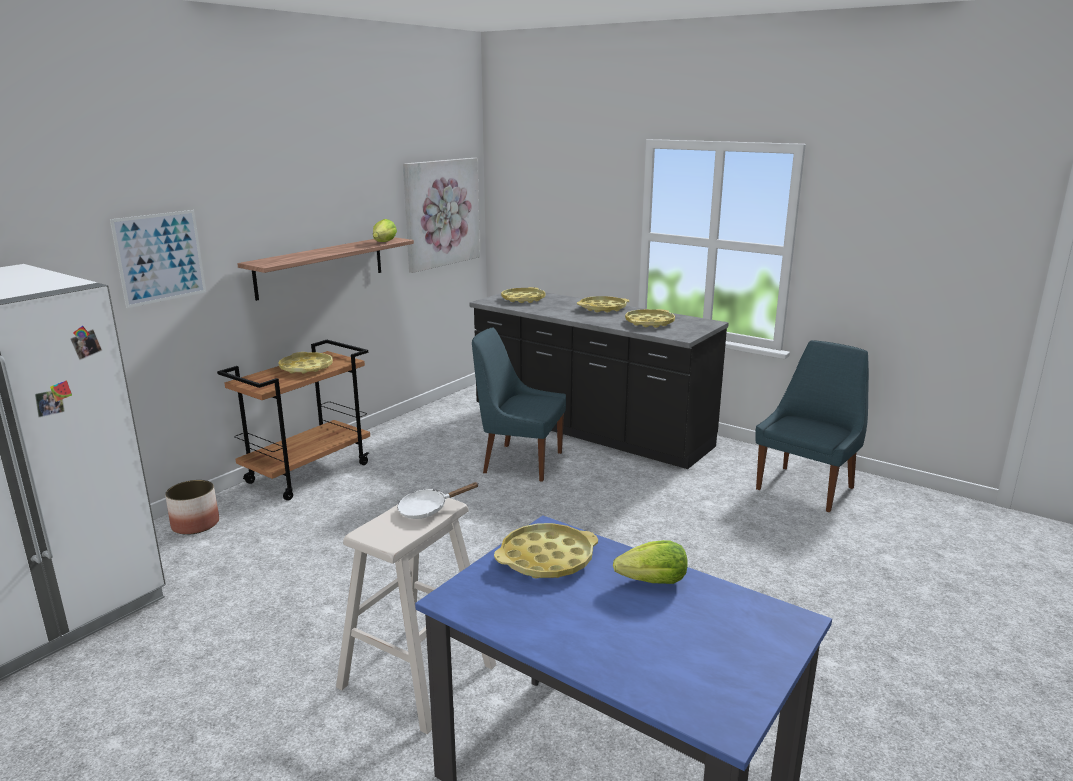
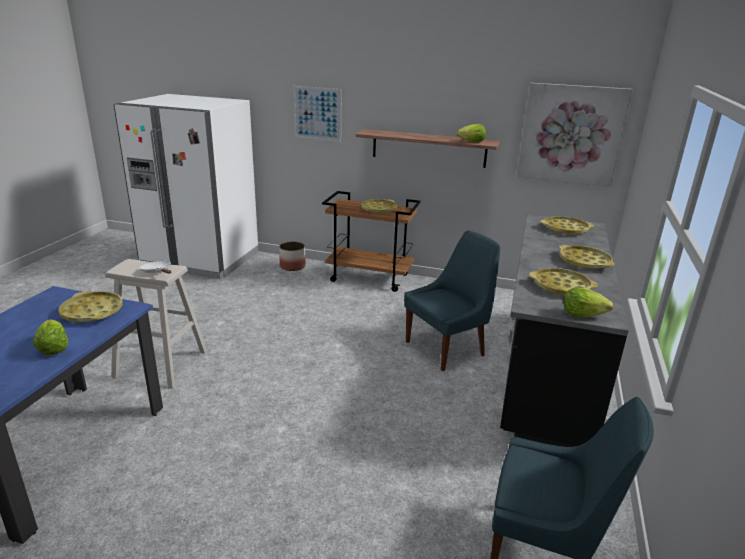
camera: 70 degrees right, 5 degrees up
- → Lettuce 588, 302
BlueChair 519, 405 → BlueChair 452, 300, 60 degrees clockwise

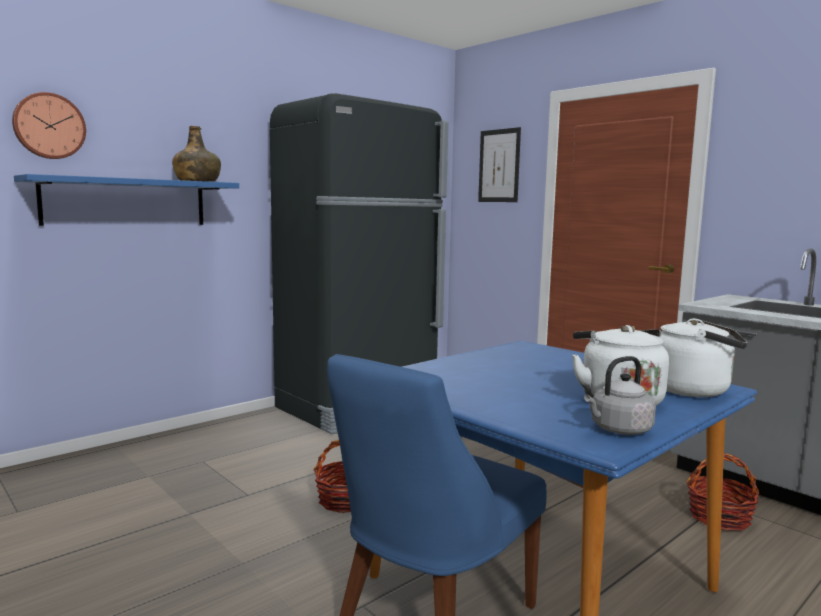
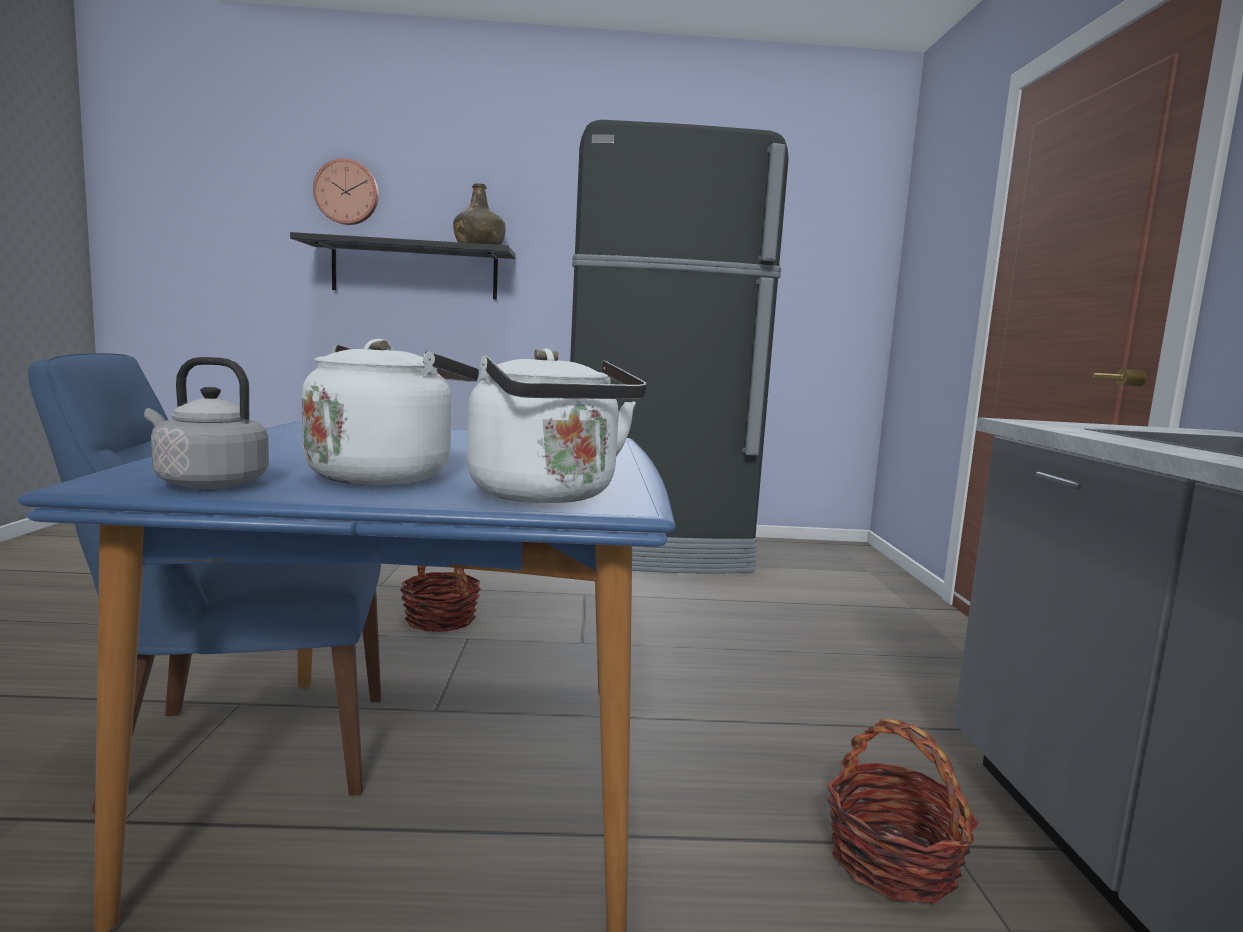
camera: 40 degrees right, 0 degrees up
Picture 499, 164 → -
BlueShelf 126, 200 → BlackShelf 403, 266

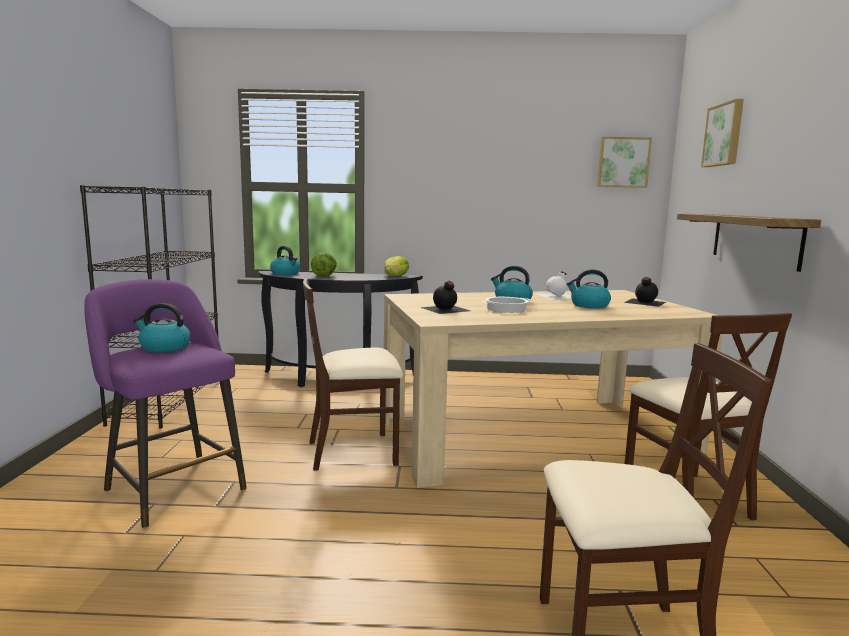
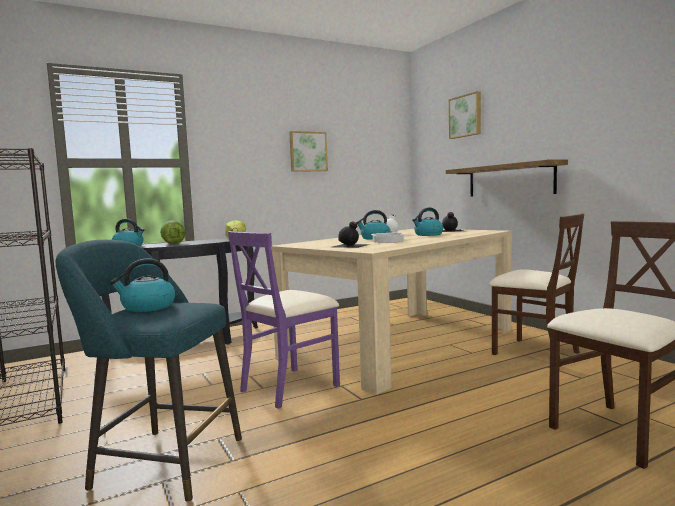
camera: 30 degrees left, 5 degrees down
Picture 624, 162 → Picture 308, 151, moved
PurpleStool 165, 404 → TurquoiseStool 149, 371
BeigeChair 353, 374 → PurpleChair 284, 320

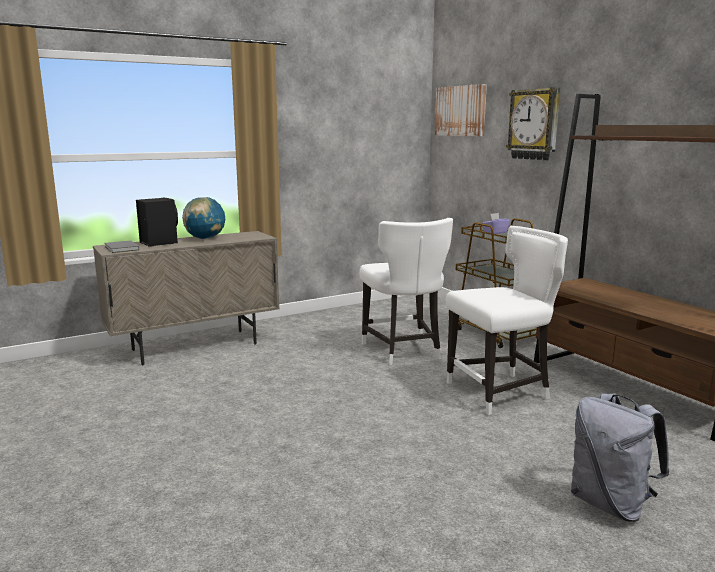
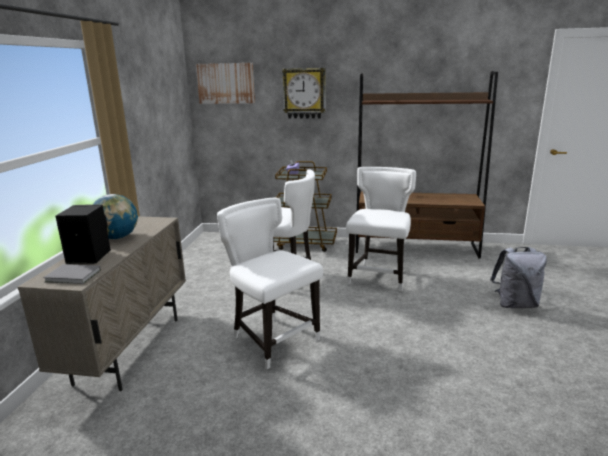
camera: 50 degrees left, 5 degrees up
- → WhiteChair 270, 283

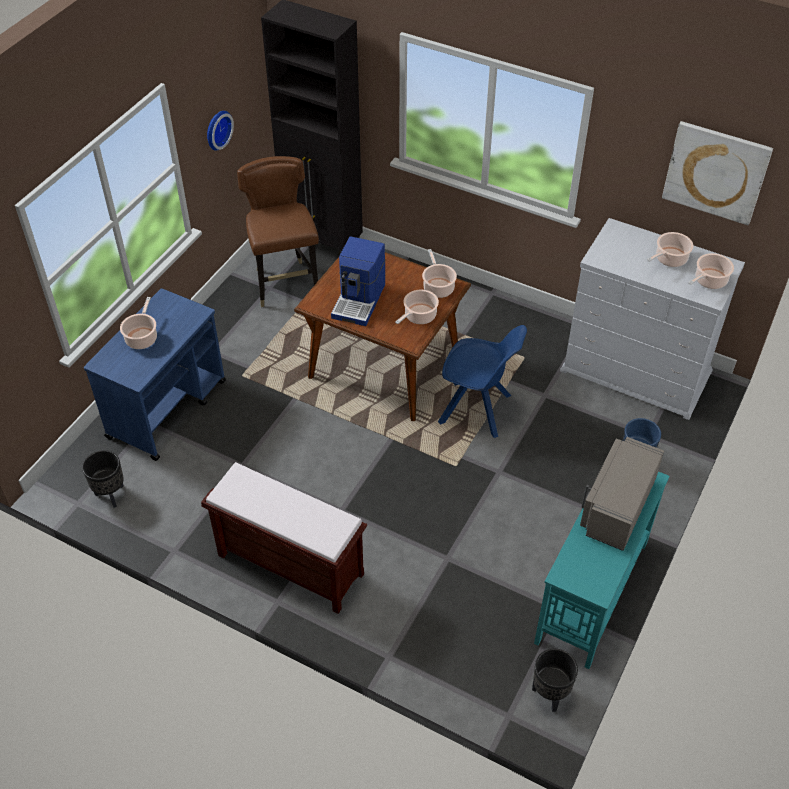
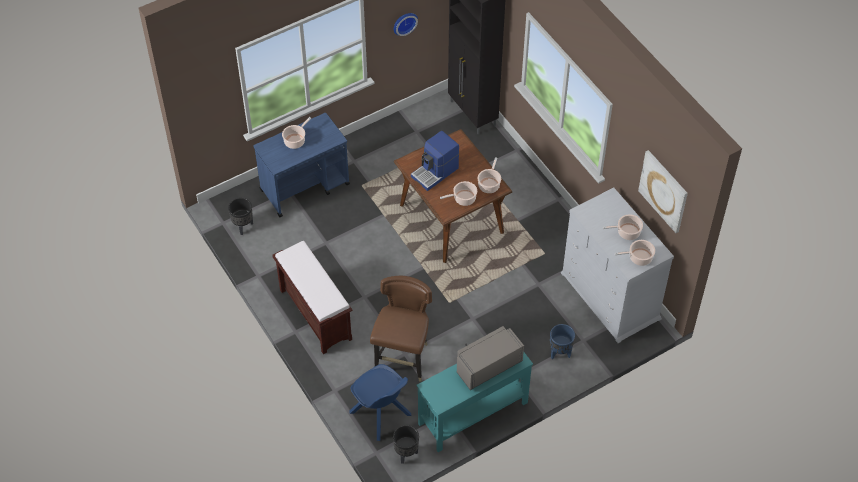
camera: 30 degrees right, 5 degrees up
BrownChair 278, 231 → BrownChair 401, 329, moved
BlueChair 482, 381 → BlueChair 380, 402, moved

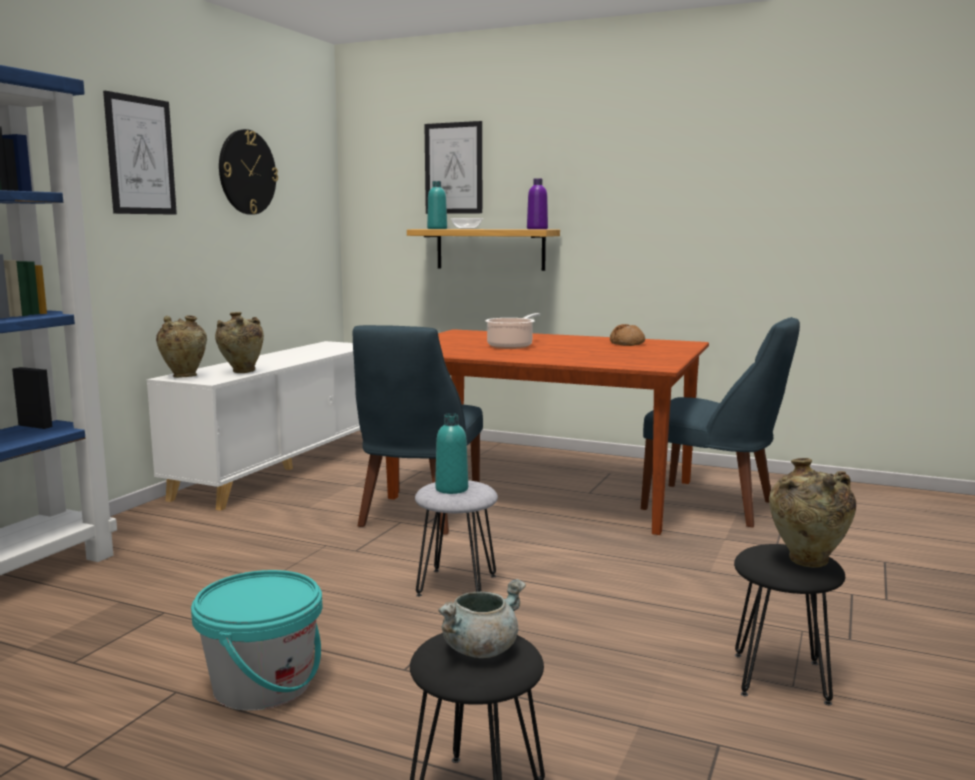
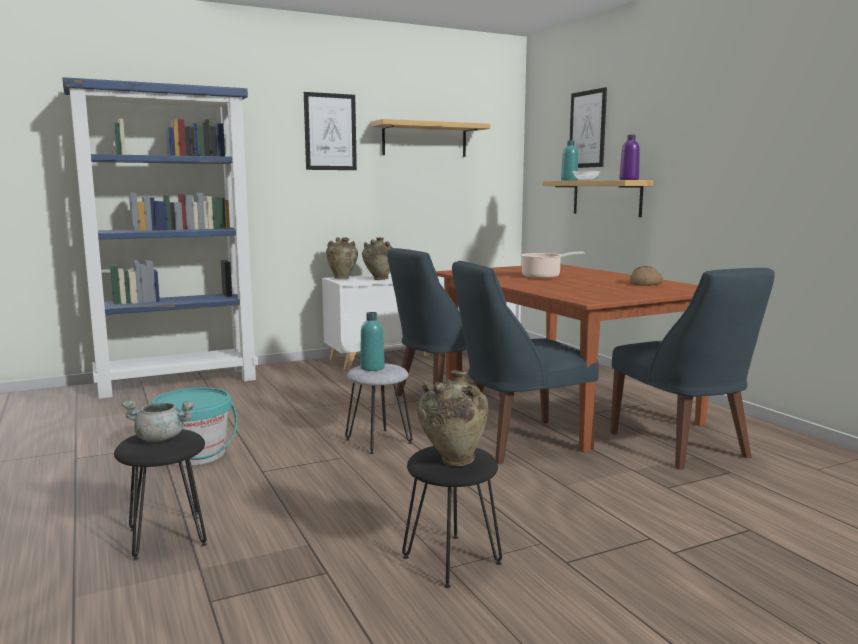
camera: 40 degrees right, 0 degrees up
- → BlueChair 525, 362
WallClock 248, 172 → Shelf 431, 138

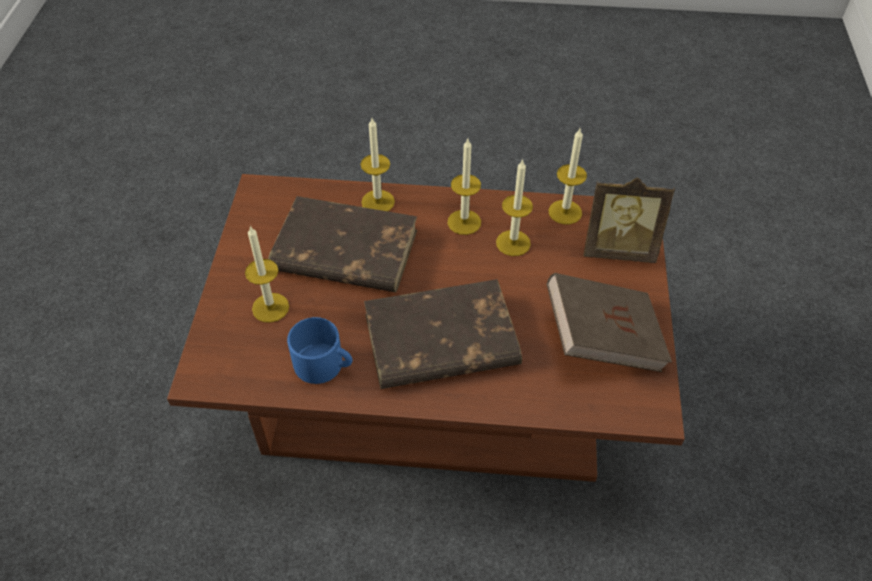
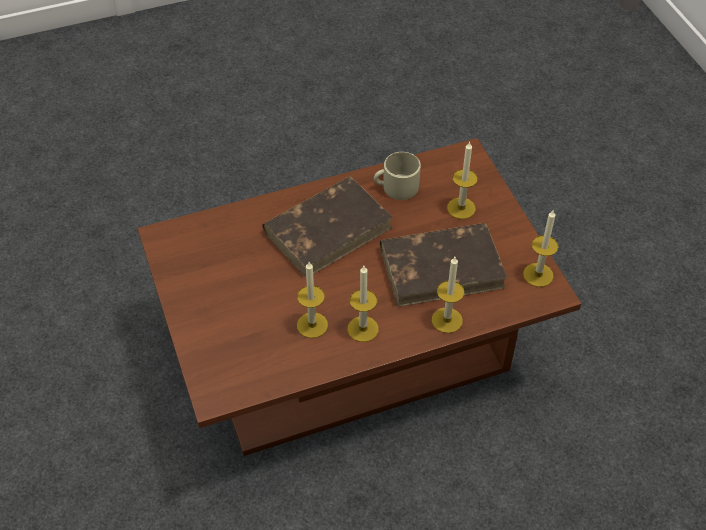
camera: 155 degrees right, 0 degrees up
BrownBook 609, 322 → -
PictureFrame 629, 220 → -
Candle 568, 176 → Candle 540, 248, moved
BlueMug 320, 350 → BeigeMug 397, 176

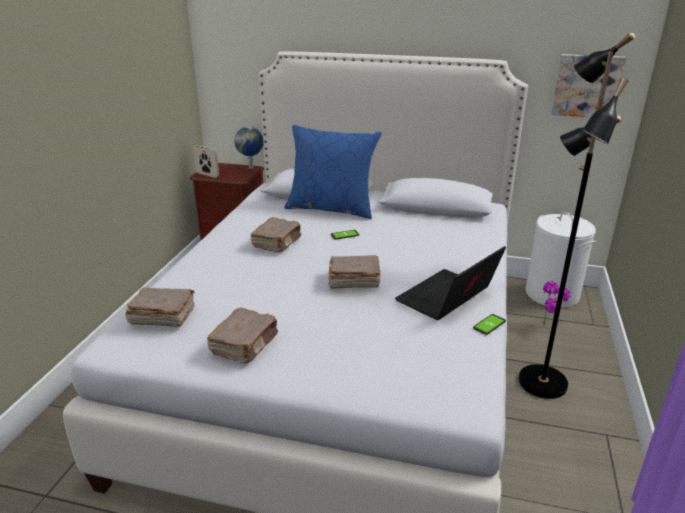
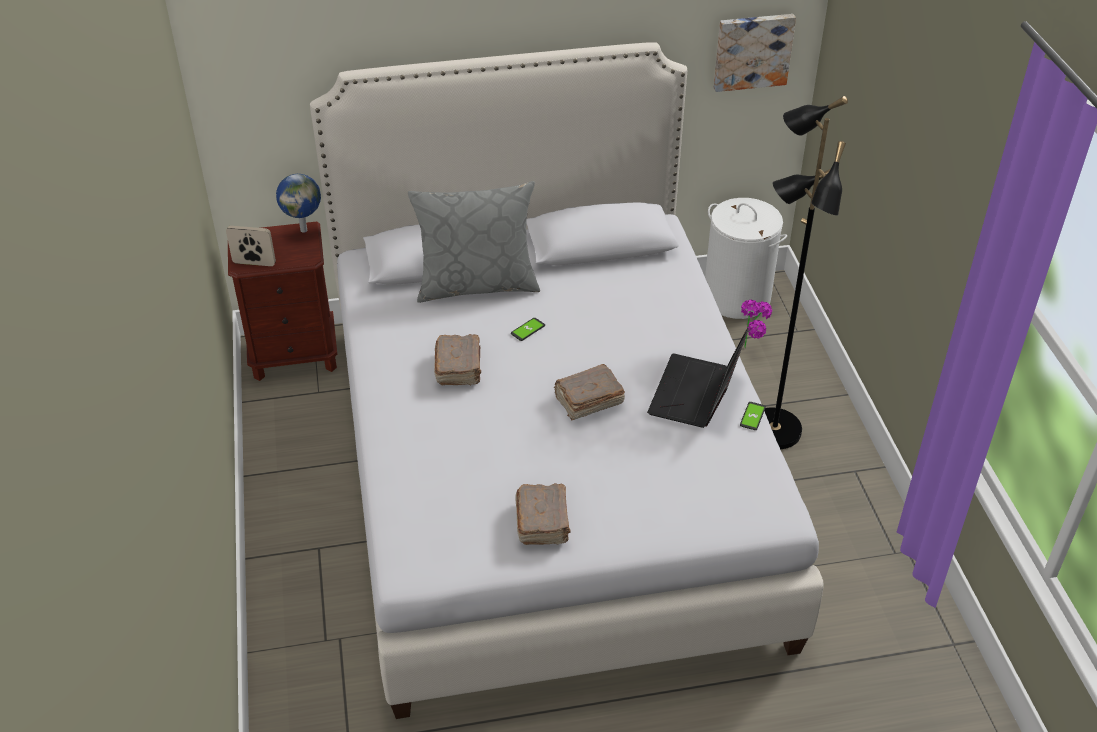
camera: 25 degrees left, 15 degrees up
BrownBook 160, 307 → -
BluePillow 333, 172 → GreyPillow 474, 242

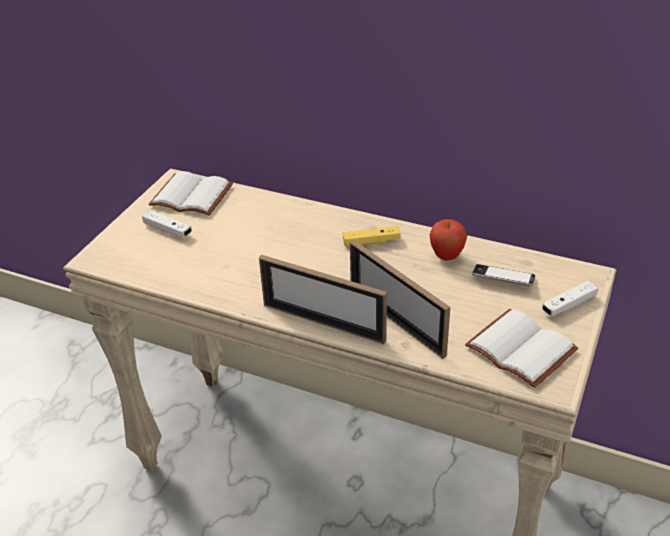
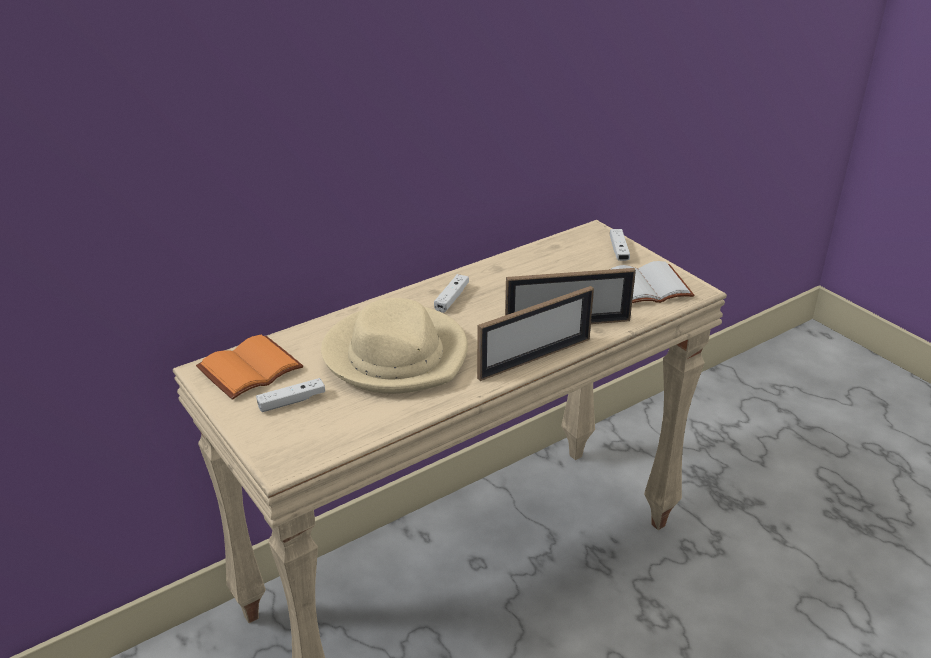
camera: 60 degrees left, 5 degrees down
Apple 448, 240 → -
Phone 503, 275 → -
- → BeigeHat 394, 346
WhiteBook 191, 193 → OrangeBook 249, 367
YellowGameController 372, 236 → WhiteGameController 451, 293

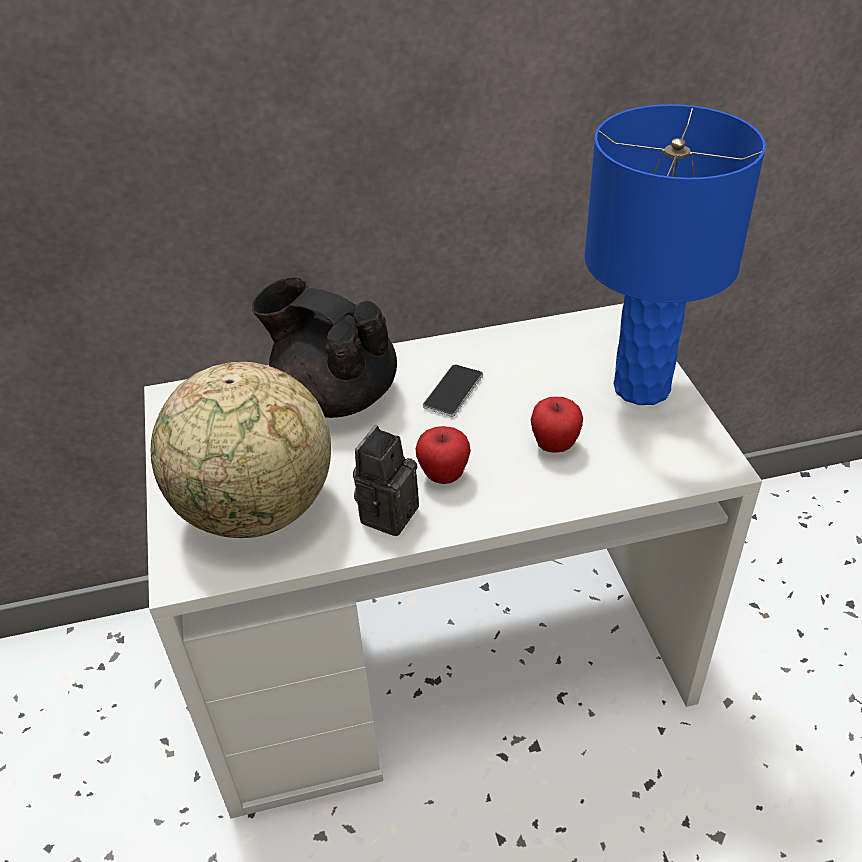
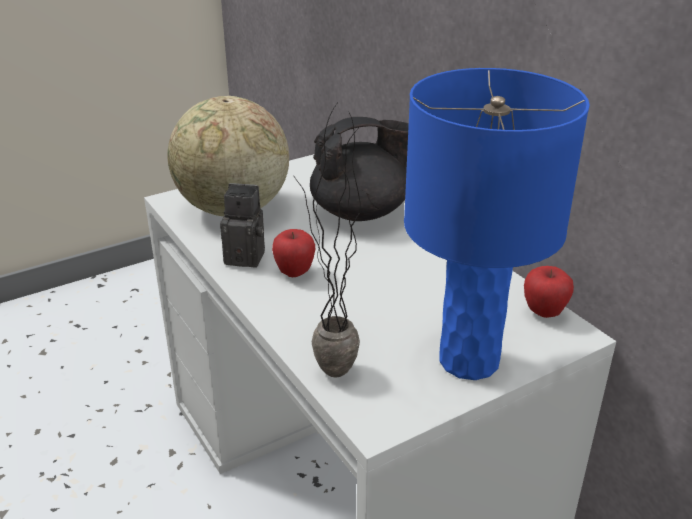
camera: 70 degrees right, 10 degrees down
Phone 453, 391 → -
- → PottedPlant 327, 239
Apple 557, 424 → Apple 549, 292, moved
BlackTeapot 324, 347 → BlackTeapot 359, 169, 60 degrees clockwise

